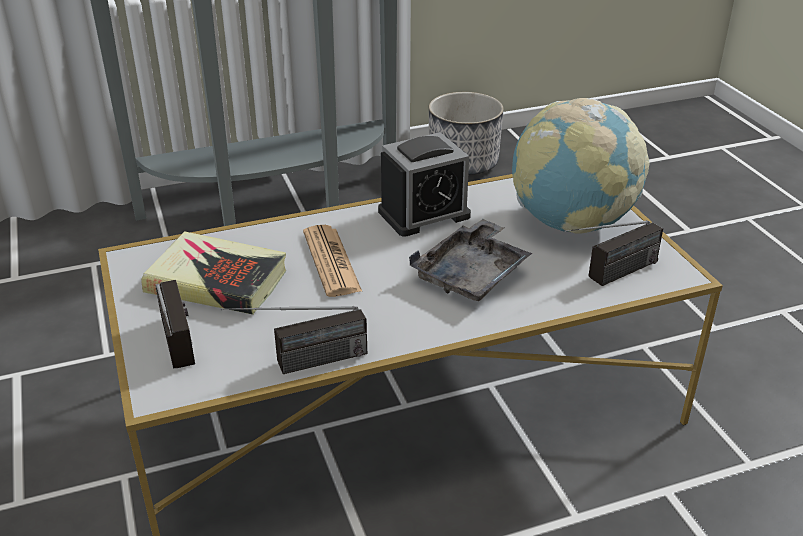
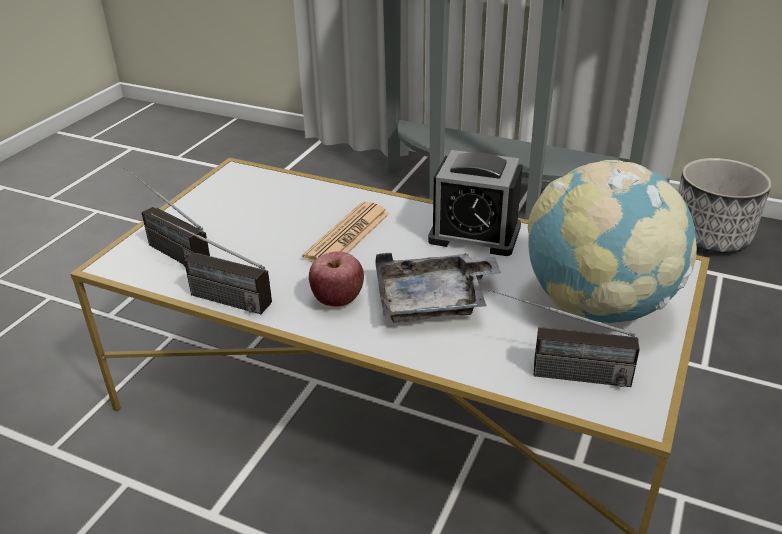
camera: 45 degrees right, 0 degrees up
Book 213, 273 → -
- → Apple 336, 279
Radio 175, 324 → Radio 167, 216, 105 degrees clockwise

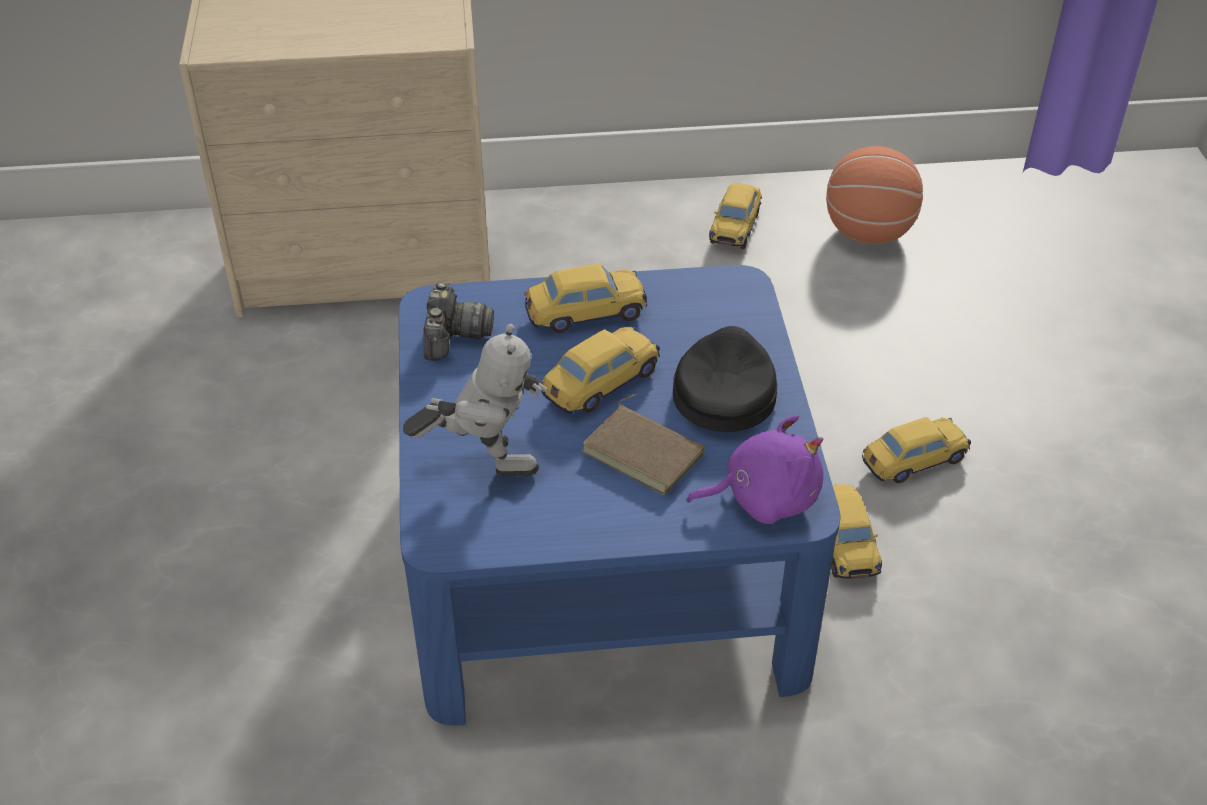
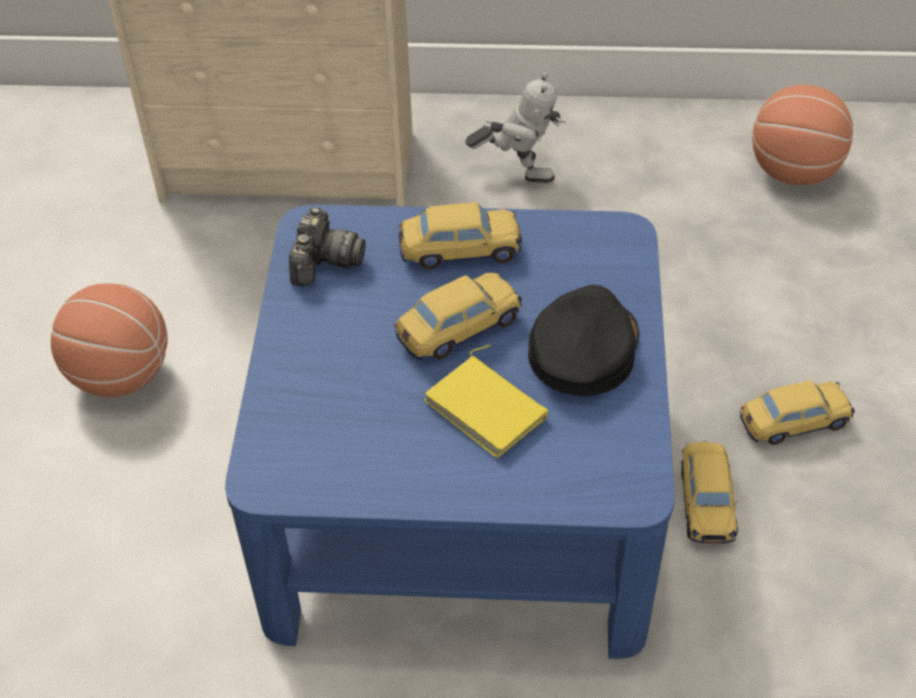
camera: 10 degrees right, 5 degrees up
PurplePlushToy 755, 469 → -
ToyCar 735, 216 → -
- → Basketball 109, 340
ToyRobot 475, 400 → ToyRobot 515, 127, moved
BrownBook 643, 444 → YellowBook 486, 401

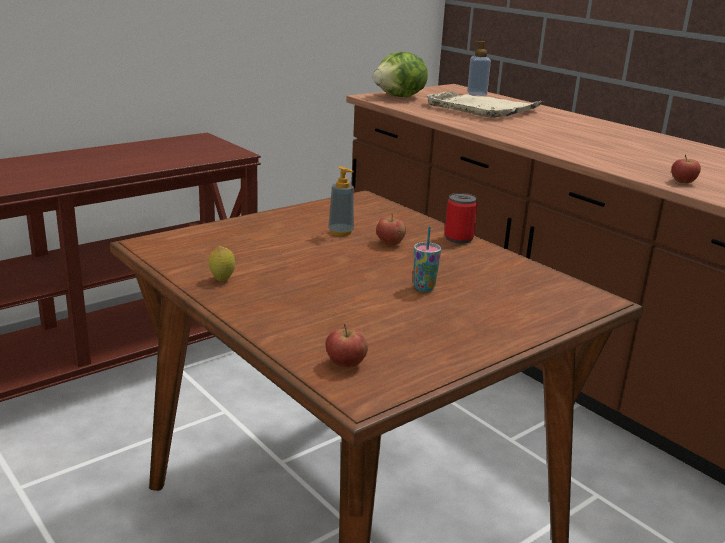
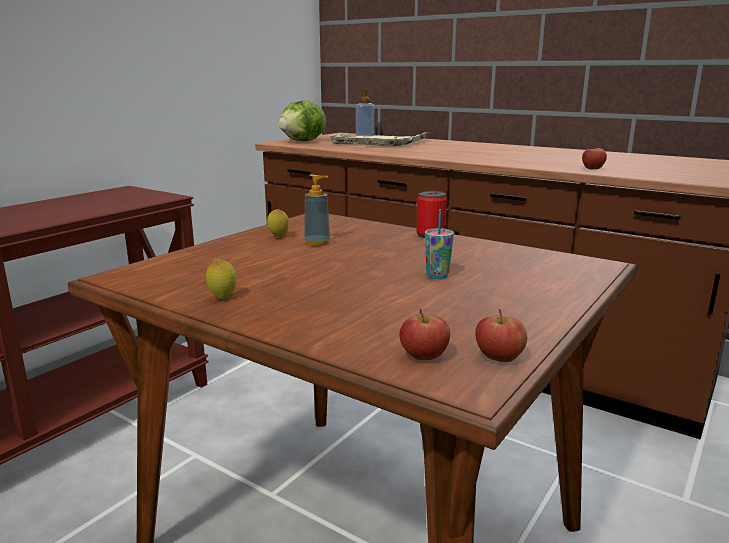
camera: 15 degrees left, 5 degrees down
- → Lemon 278, 223
Apple 391, 229 → Apple 501, 335, moved

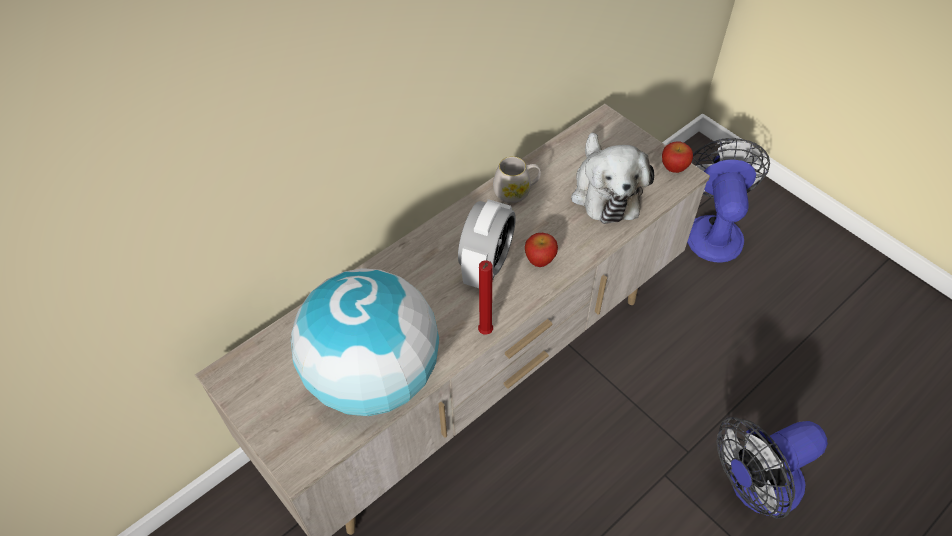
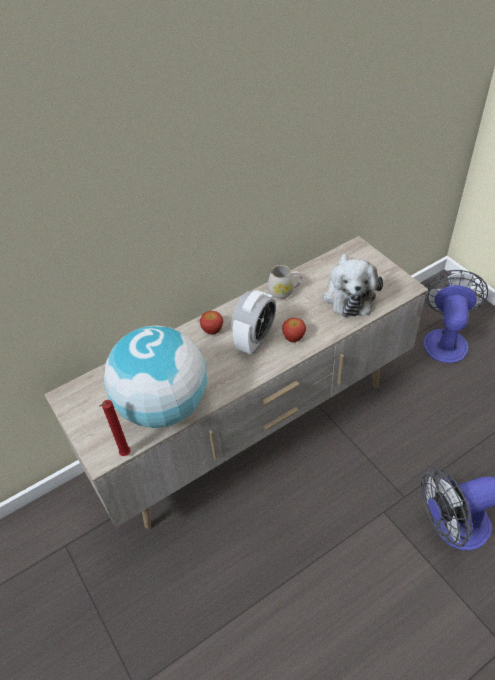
camera: 10 degrees right, 5 degrees down
RedCandle 485, 297 → RedCandle 115, 428, moved
Apple 677, 157 → Apple 211, 323, moved

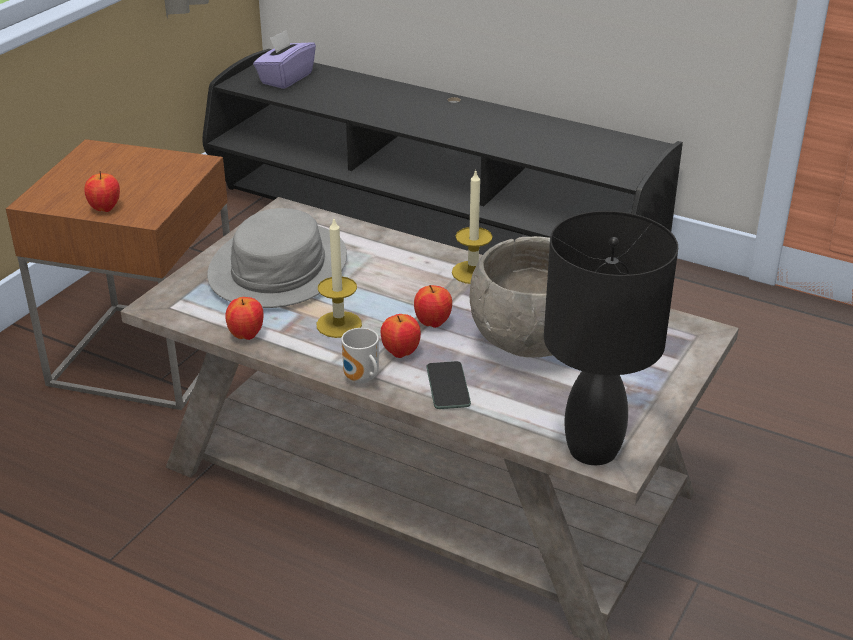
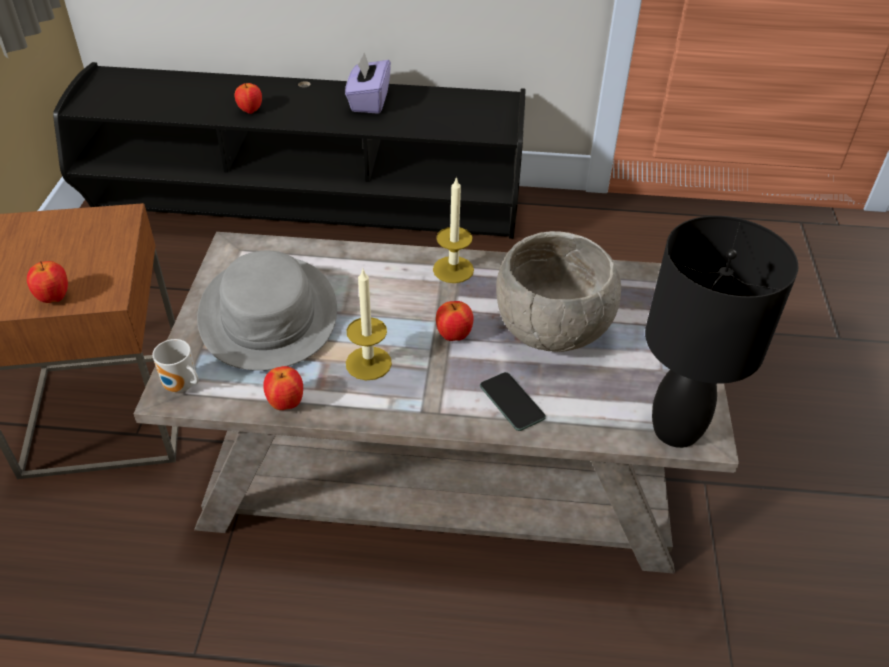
camera: 25 degrees left, 10 degrees up
PurpleTissueBox 284, 59 → PurpleTissueBox 368, 83, moved
Mug 360, 356 → Mug 176, 365, moved
Apple 401, 336 → Apple 248, 98, moved

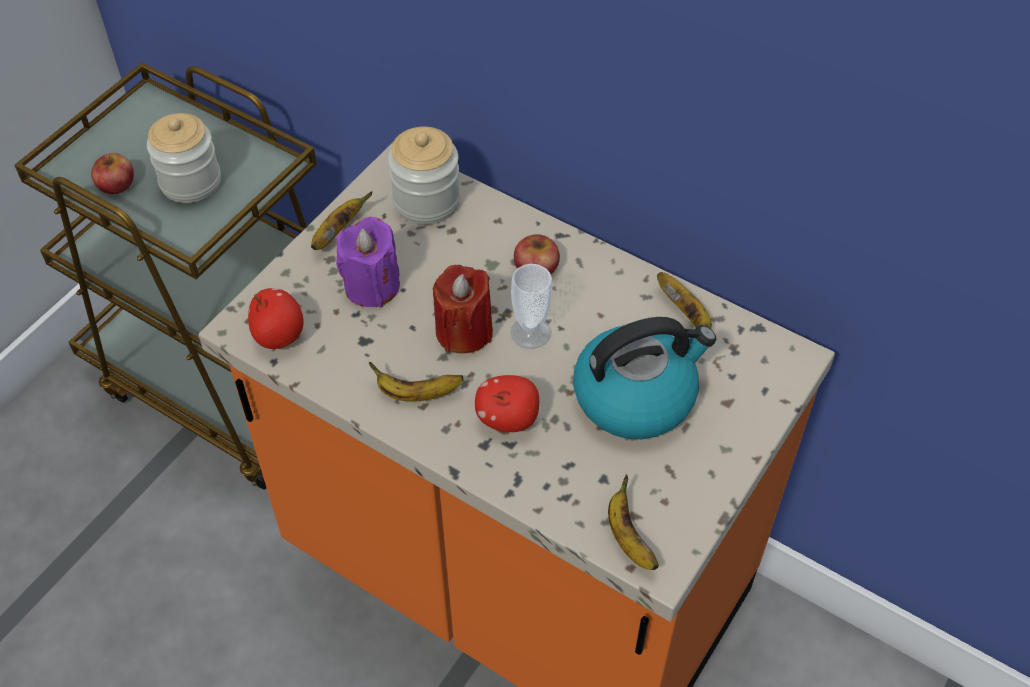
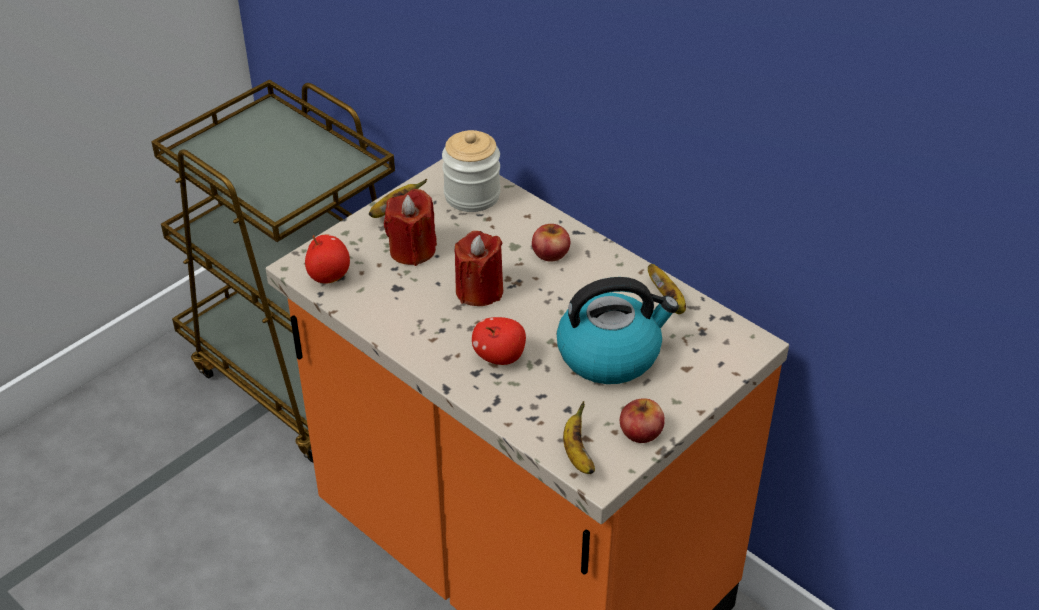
camera: 10 degrees right, 10 degrees down
Jar 184, 158 → -
Banana 416, 382 → -
Cup 531, 306 → -
Apple 112, 173 → Apple 642, 420, moved
PurpleCandle 368, 262 → RedCandle 410, 227

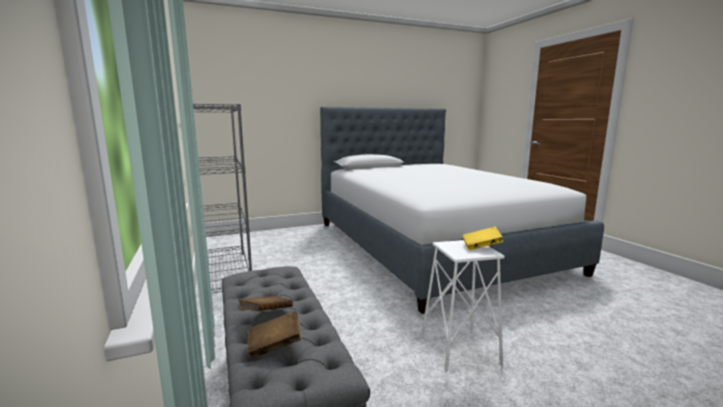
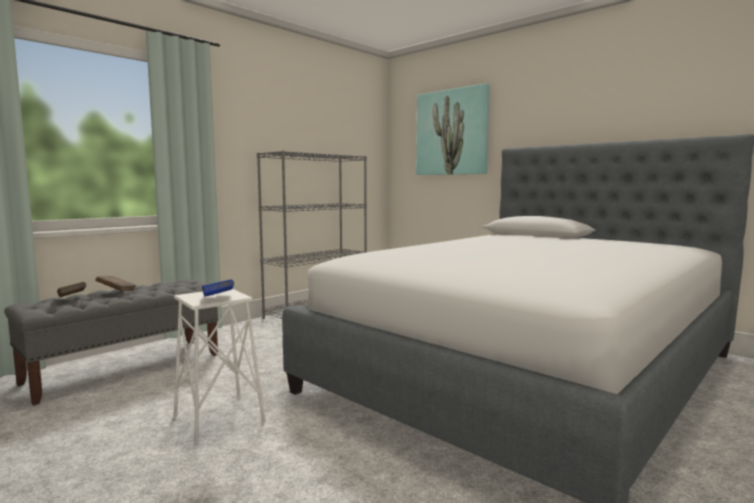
camera: 65 degrees right, 5 degrees down
- → Picture 453, 129
YellowBook 483, 238 → BlueBook 218, 288

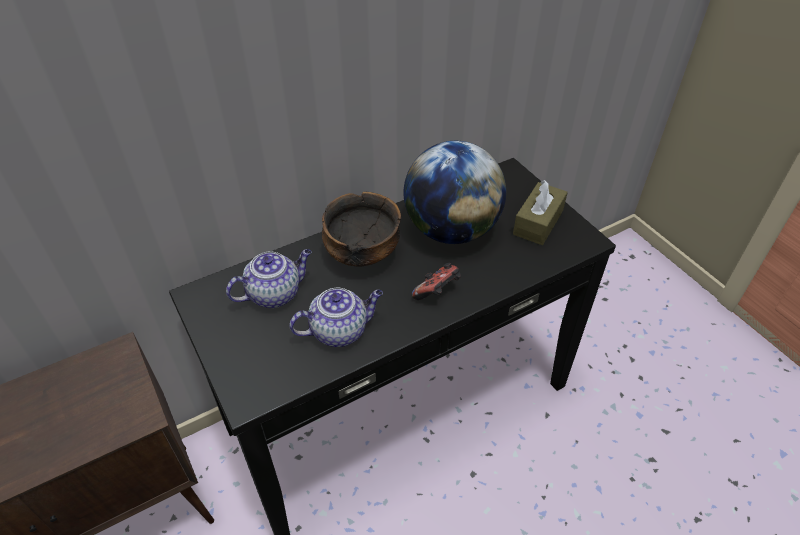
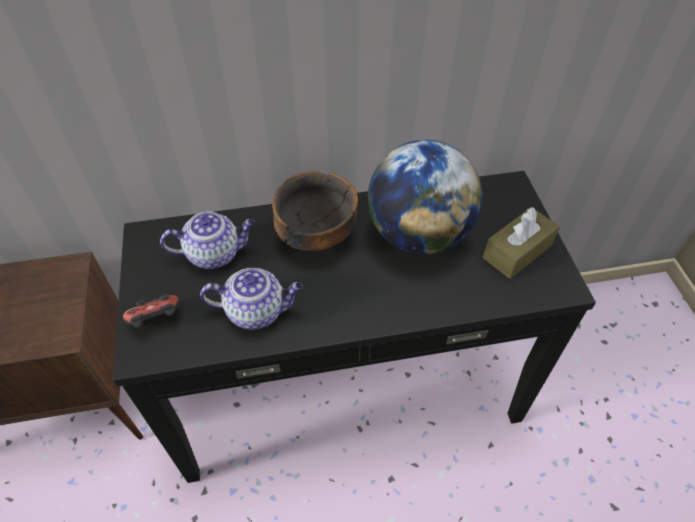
camera: 20 degrees right, 5 degrees up
GameController 436, 281 → GameController 151, 311, moved

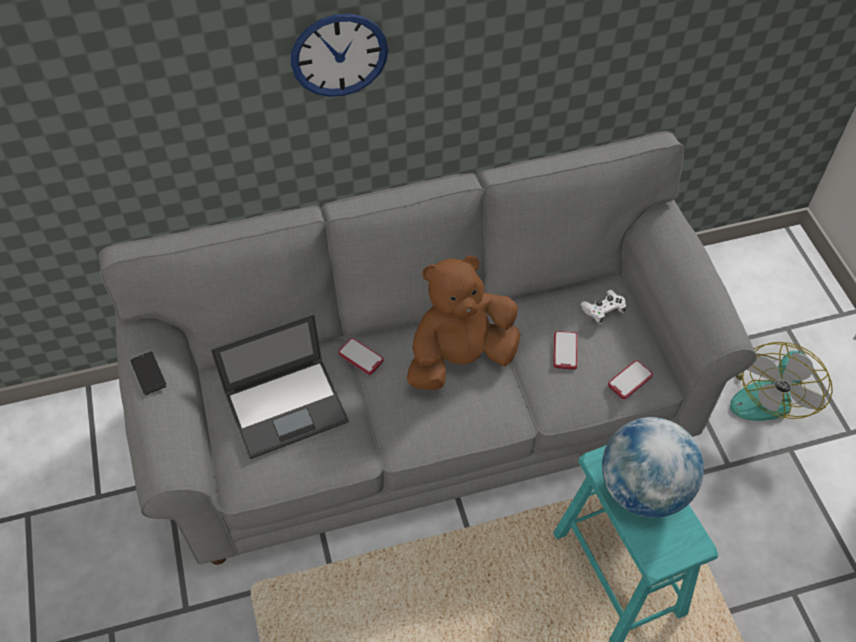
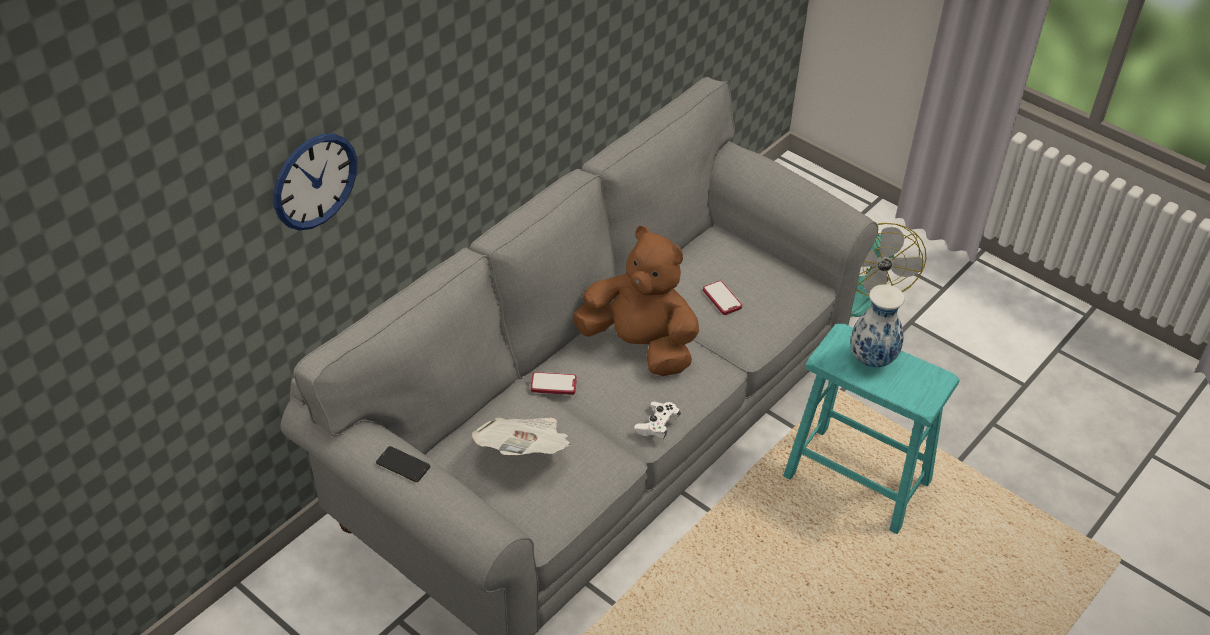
camera: 35 degrees left, 10 degrees down
Phone 630, 379 → -
WallClock 339, 55 → WallClock 315, 182, moved
WhiteGameController 603, 307 → WhiteGameController 657, 420, moved
Laptop 280, 386 → Newspaper 521, 436
Globe 653, 467 → Vase 877, 325
BrownPlushToy 463, 322 → BrownPlushToy 636, 301, 90 degrees clockwise

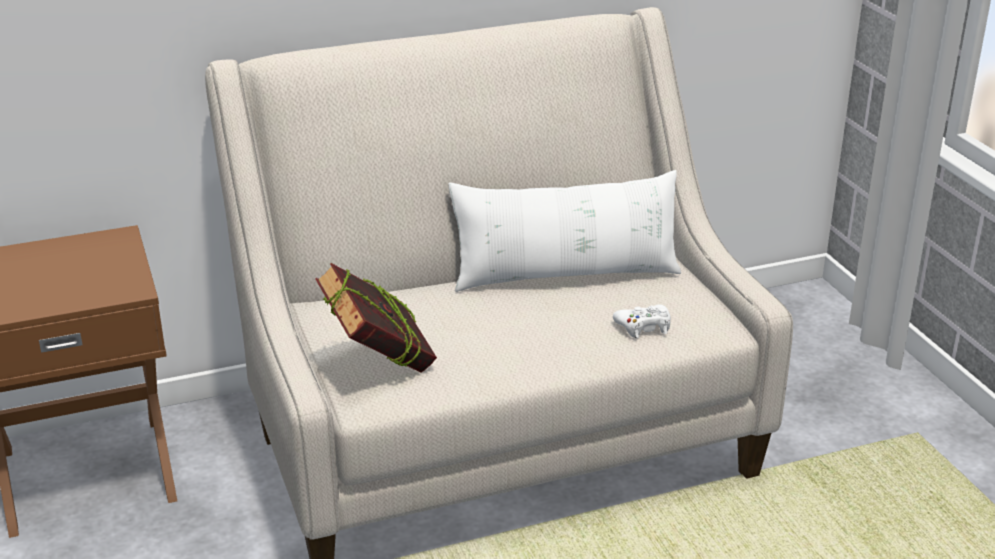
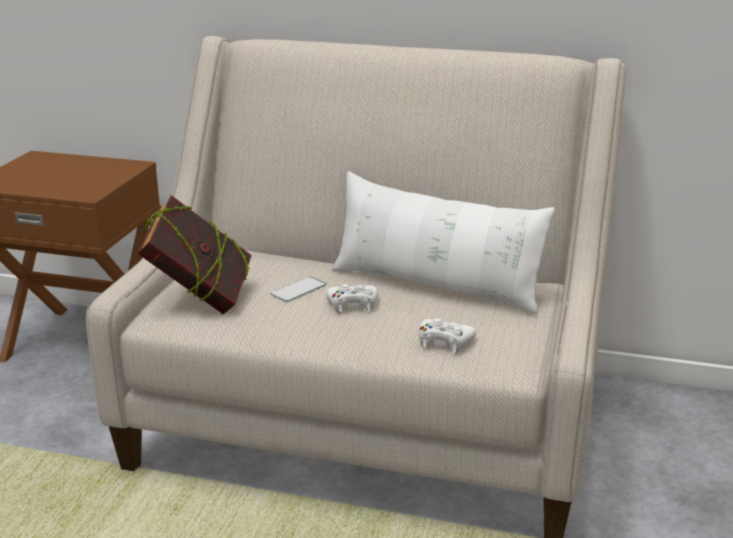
camera: 35 degrees right, 5 degrees down
- → Phone 298, 289
- → WhiteGameController 352, 298

